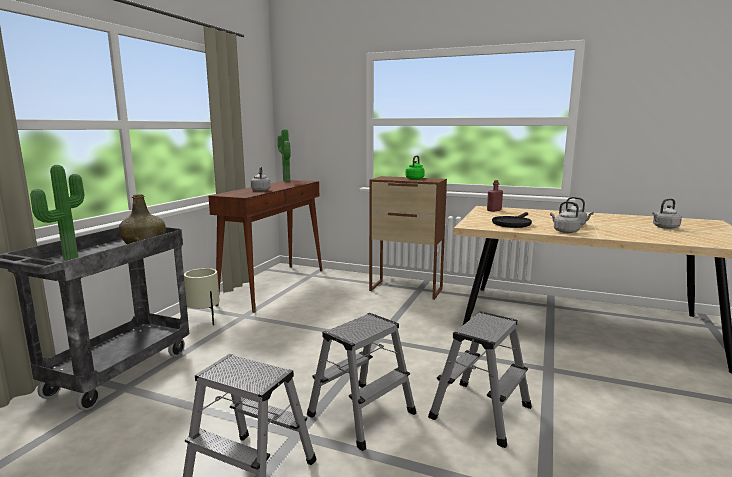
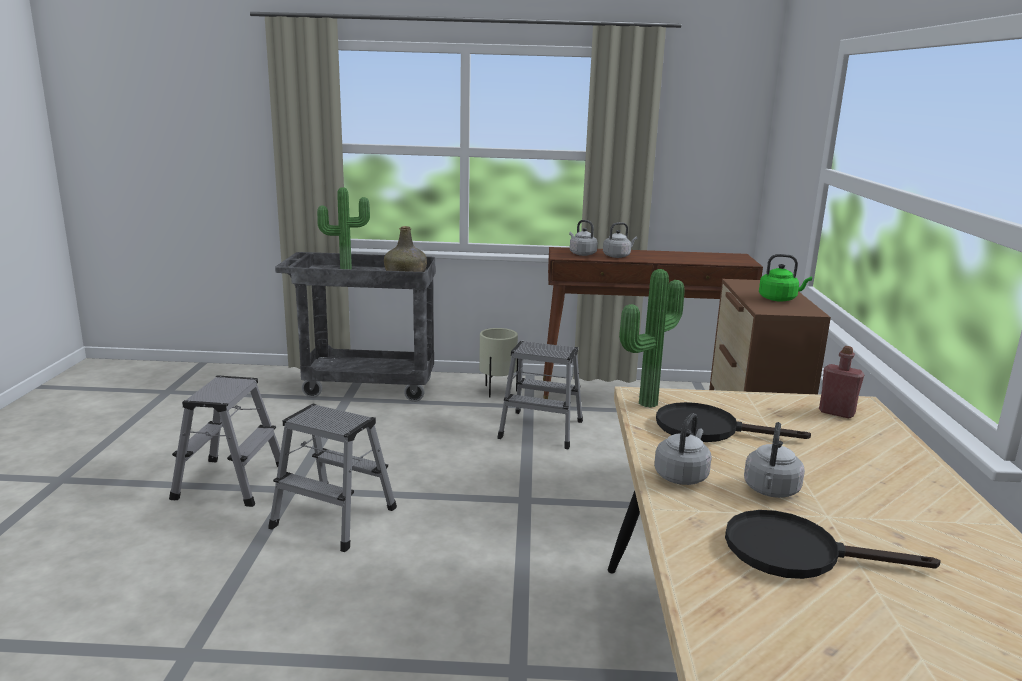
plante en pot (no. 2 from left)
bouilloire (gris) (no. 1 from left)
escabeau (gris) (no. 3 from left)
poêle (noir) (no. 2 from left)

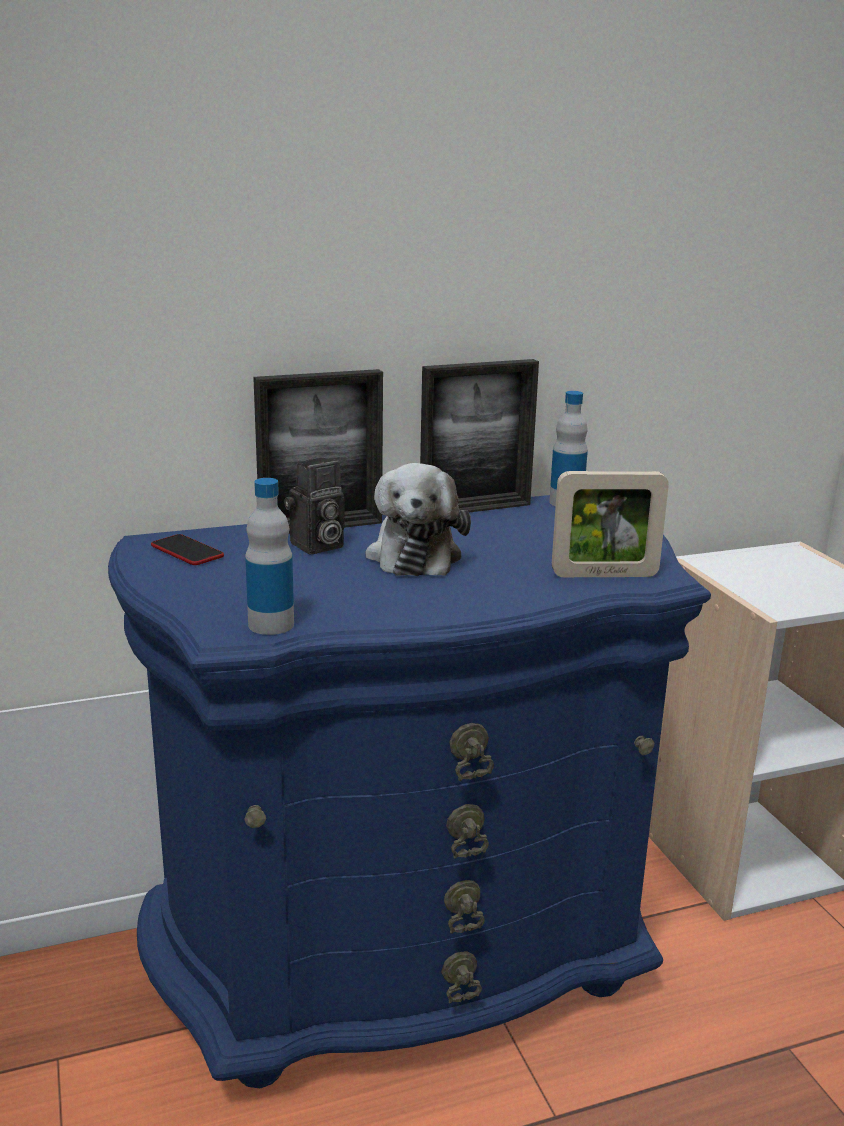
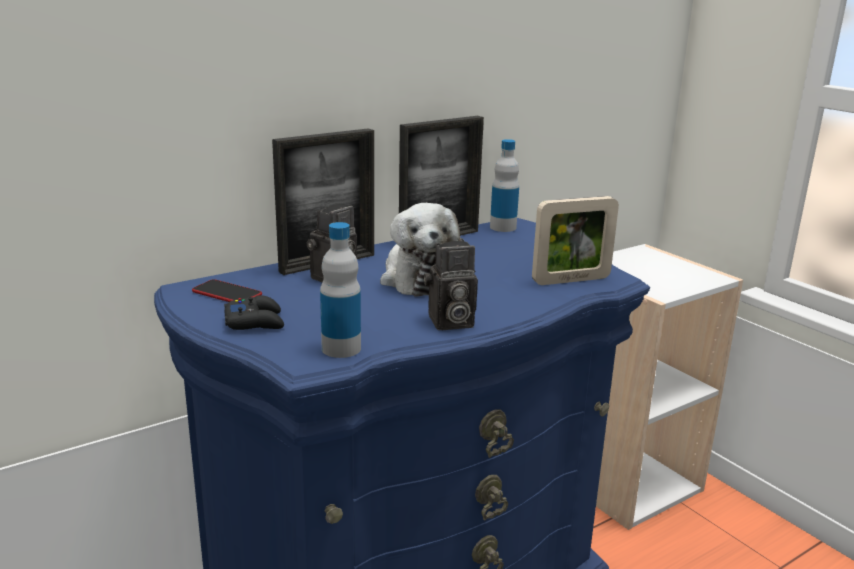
appareil photo (no. 2 from left)
manette (noir)

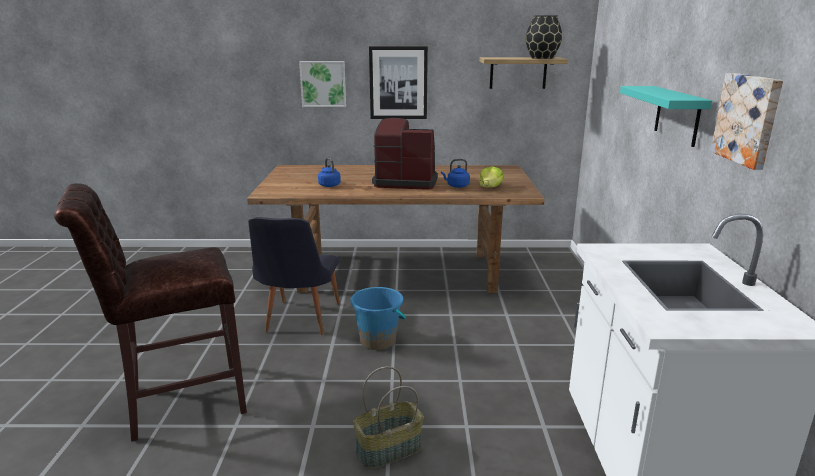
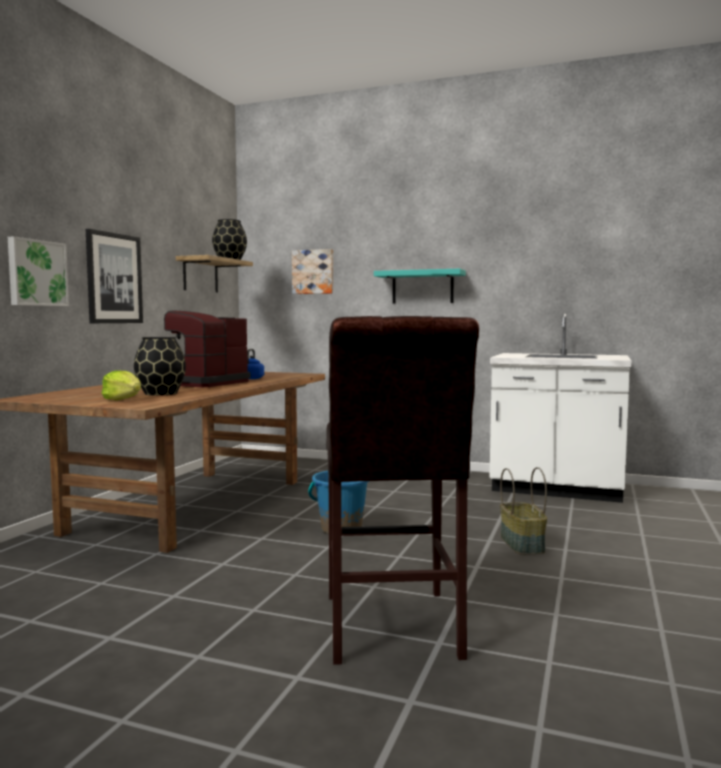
tableau (no. 3 from left)
vase (noir) (no. 1 from left)
laitue
chaise (noir)

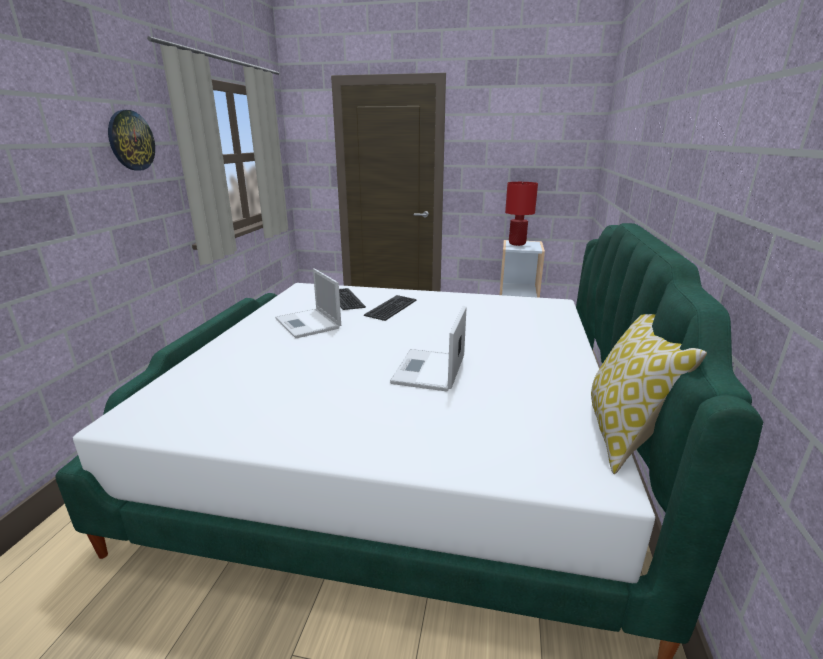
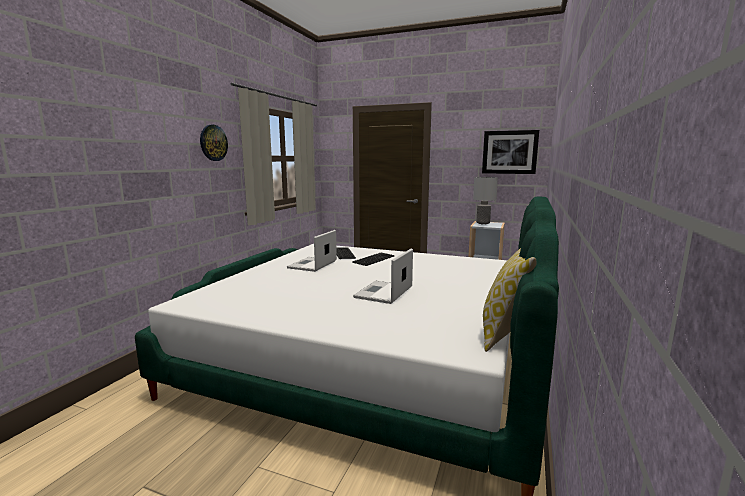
lampe de table (gris)
ordinateur portable (no. 1 from left)
tableau

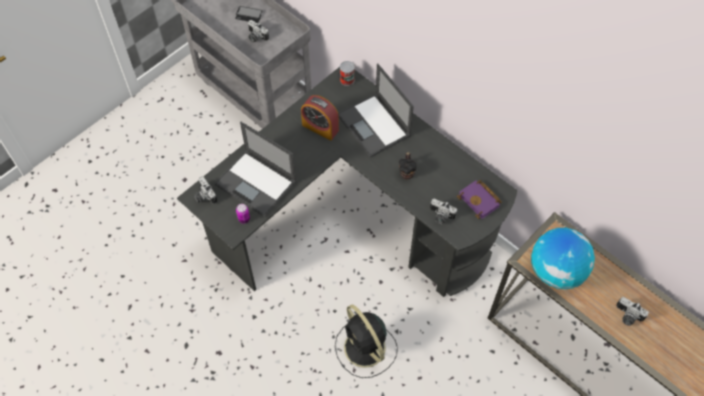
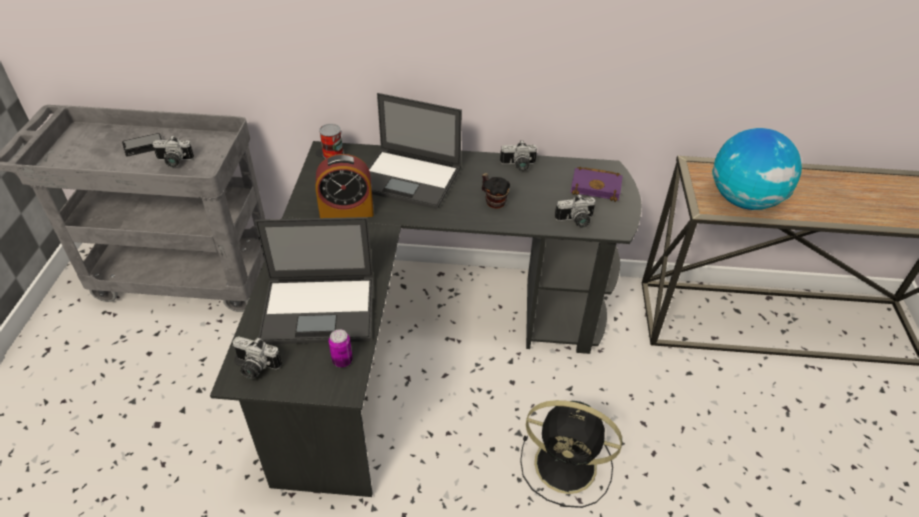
appareil photo (no. 3 from left)

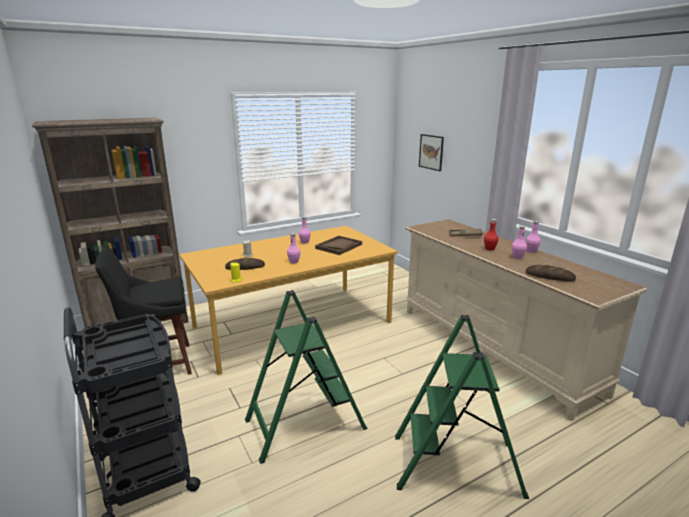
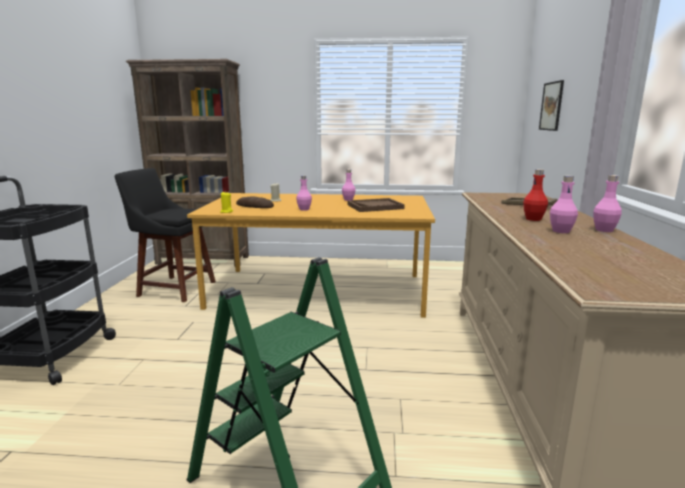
pain (no. 2 from left in the first image)
escabeau (vert) (no. 1 from left in the first image)

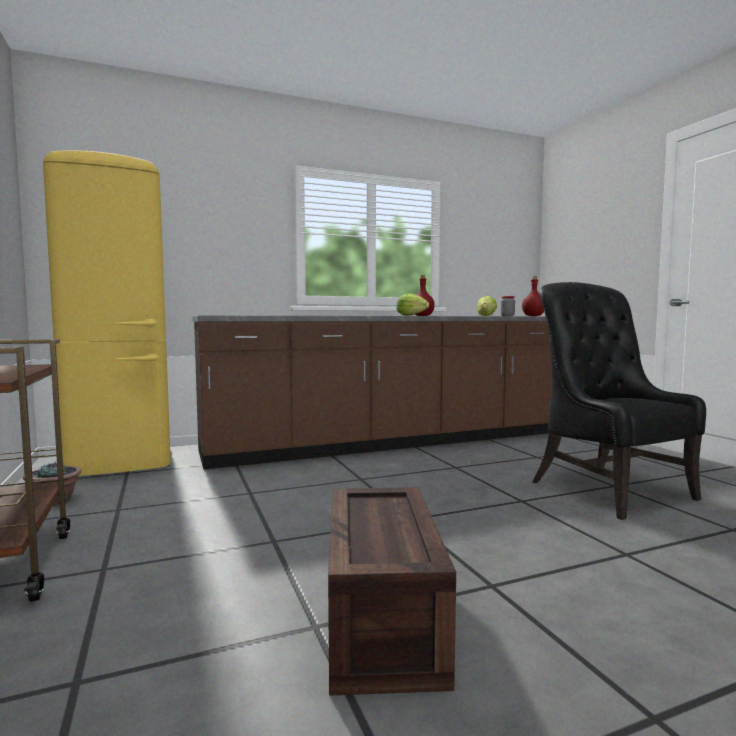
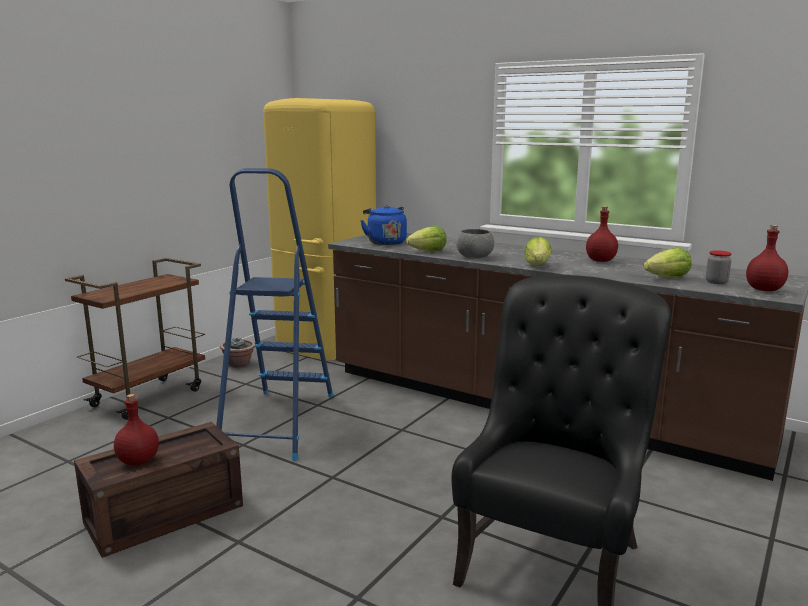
escabeau (bleu)
bouilloire (bleu)
laitue (no. 1 from left)
bol (gris)
bouteille (rouge) (no. 1 from left)

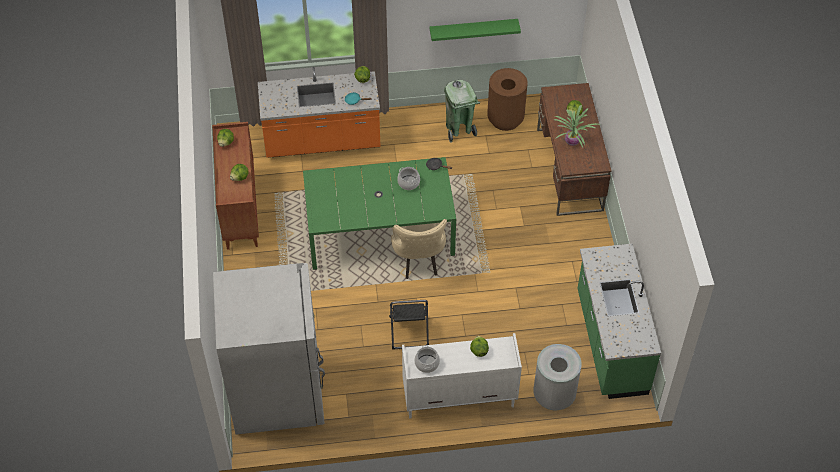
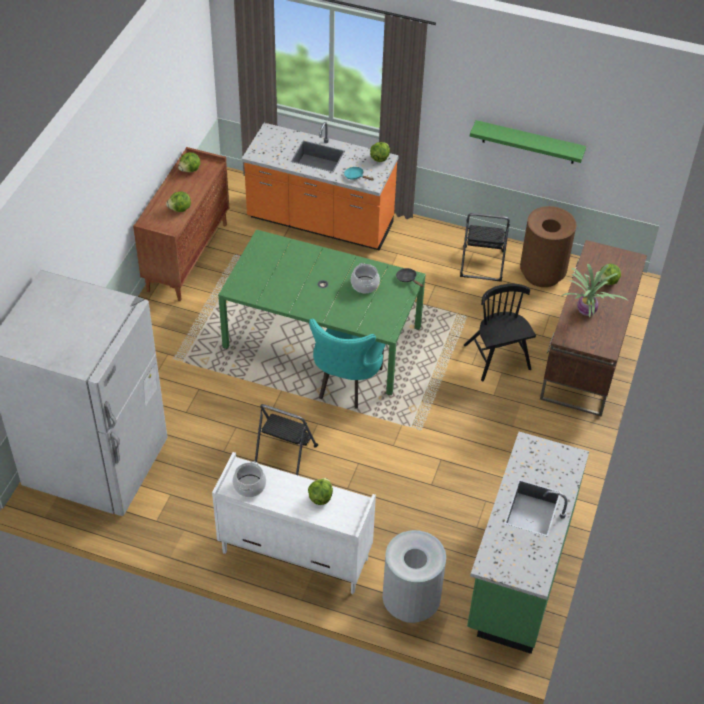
escabeau (noir) (no. 2 from left)
chaise (turquoise)
chaise (noir)

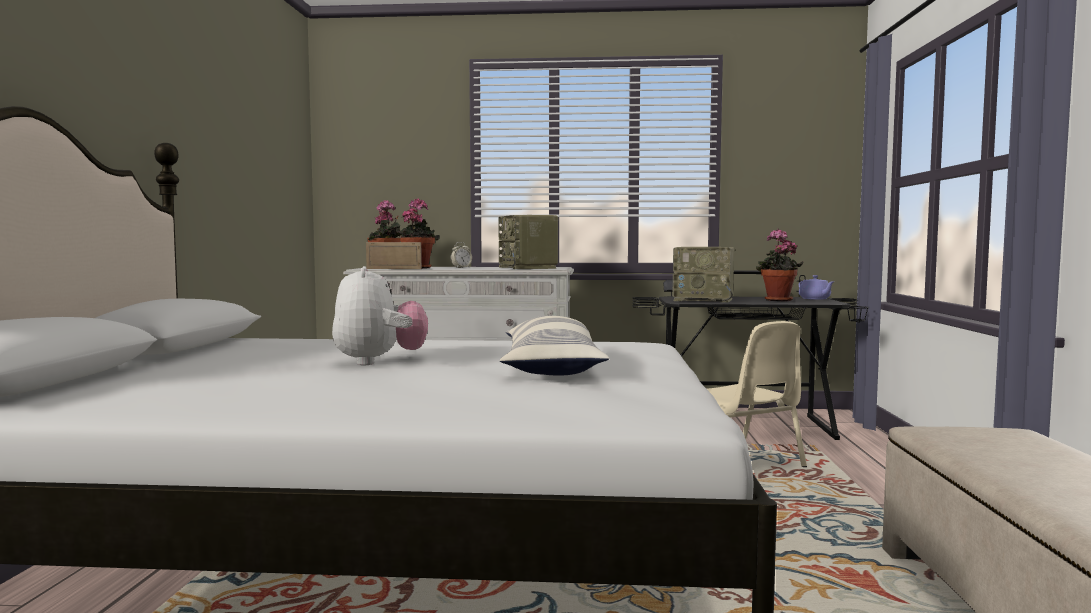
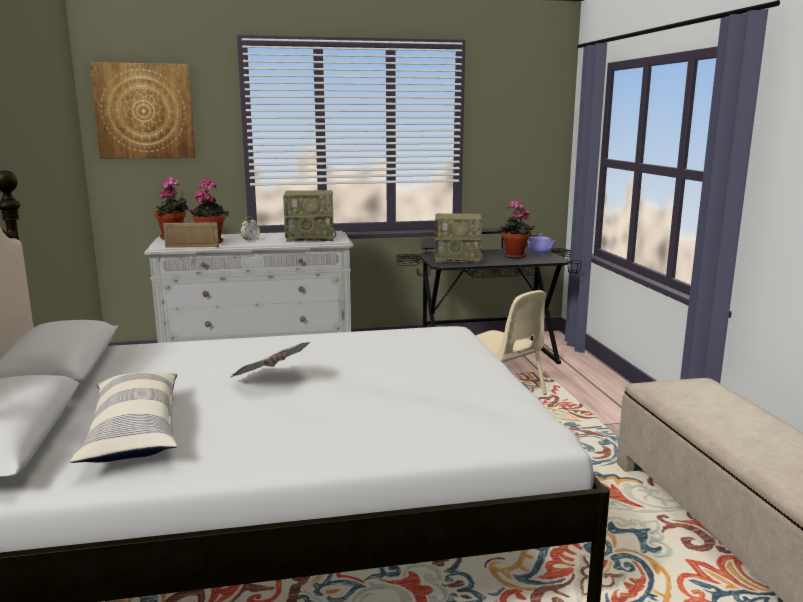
radio (no. 1 from left)
journal
coussin
tableau

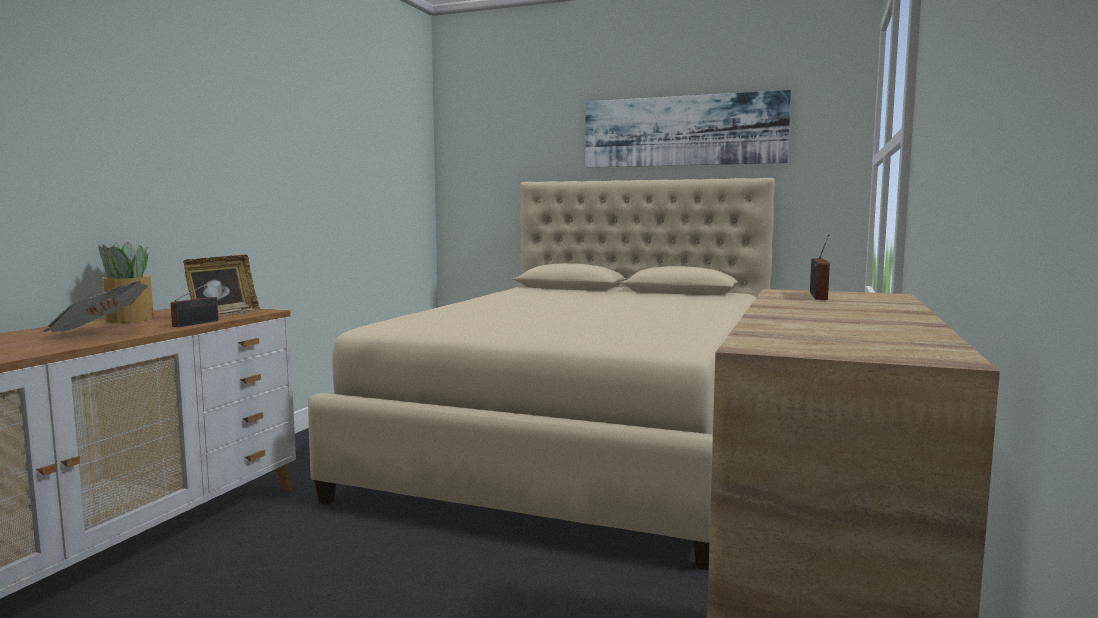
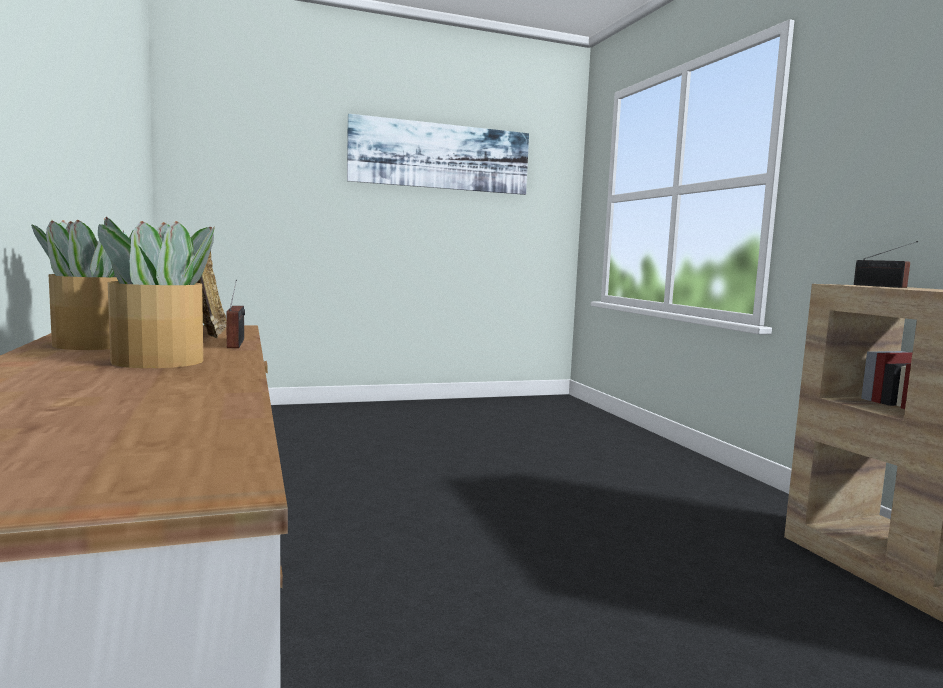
lit (beige)
plante en pot (no. 2 from left)

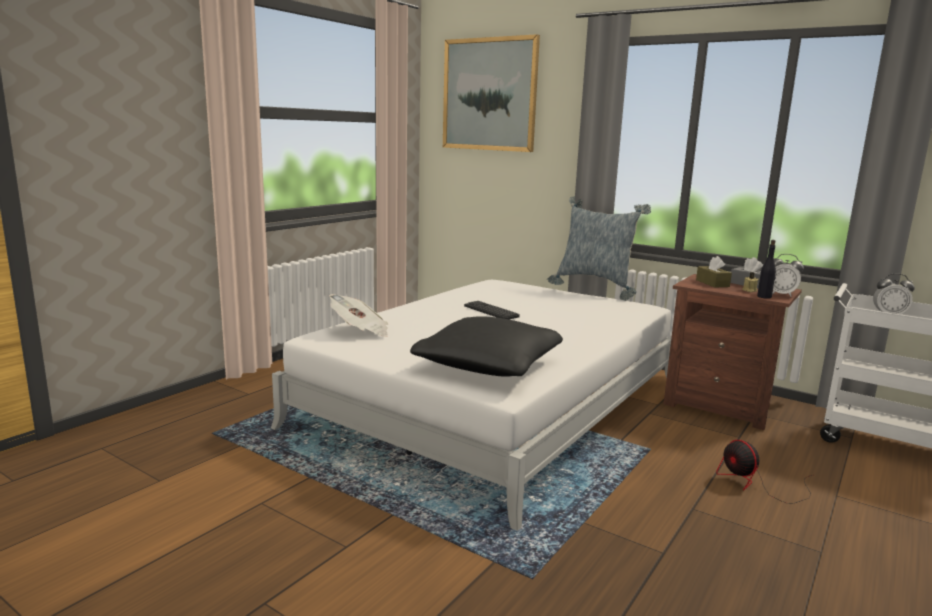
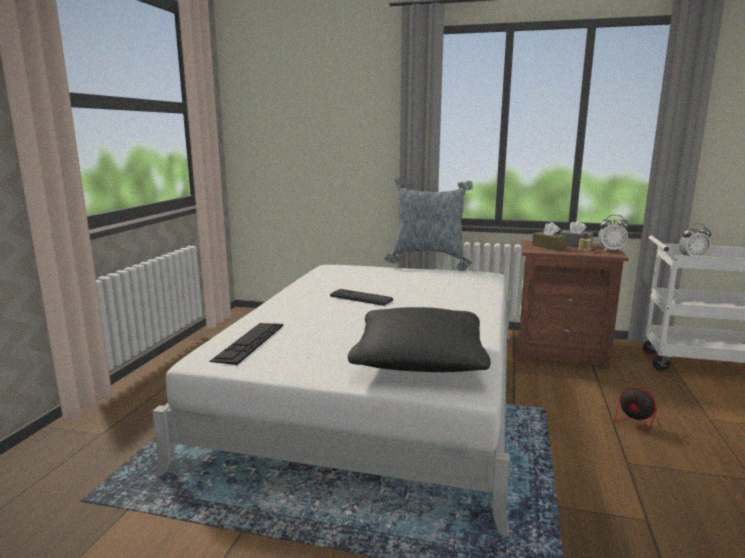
tableau
bouteille (noir)
clavier (no. 1 from left)

